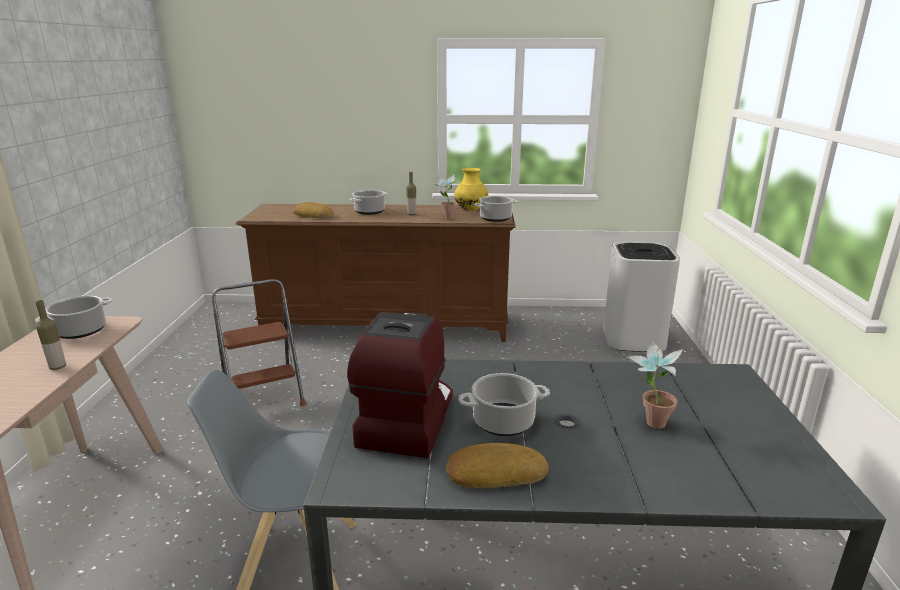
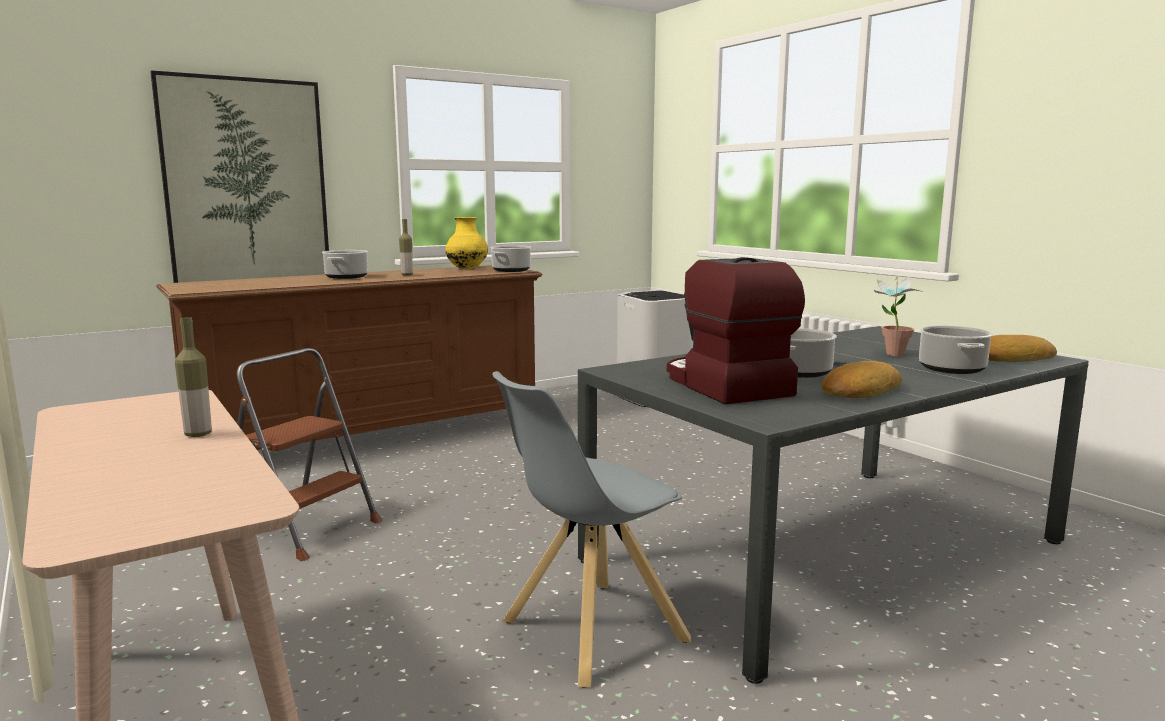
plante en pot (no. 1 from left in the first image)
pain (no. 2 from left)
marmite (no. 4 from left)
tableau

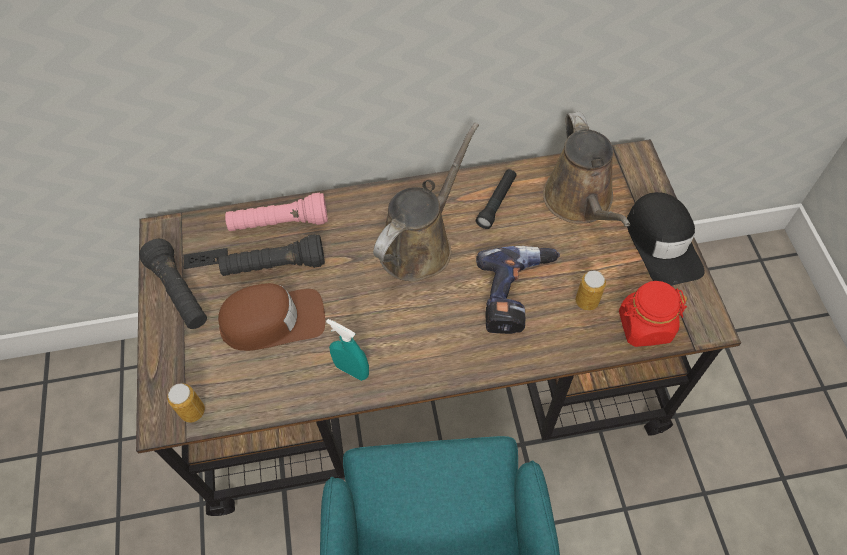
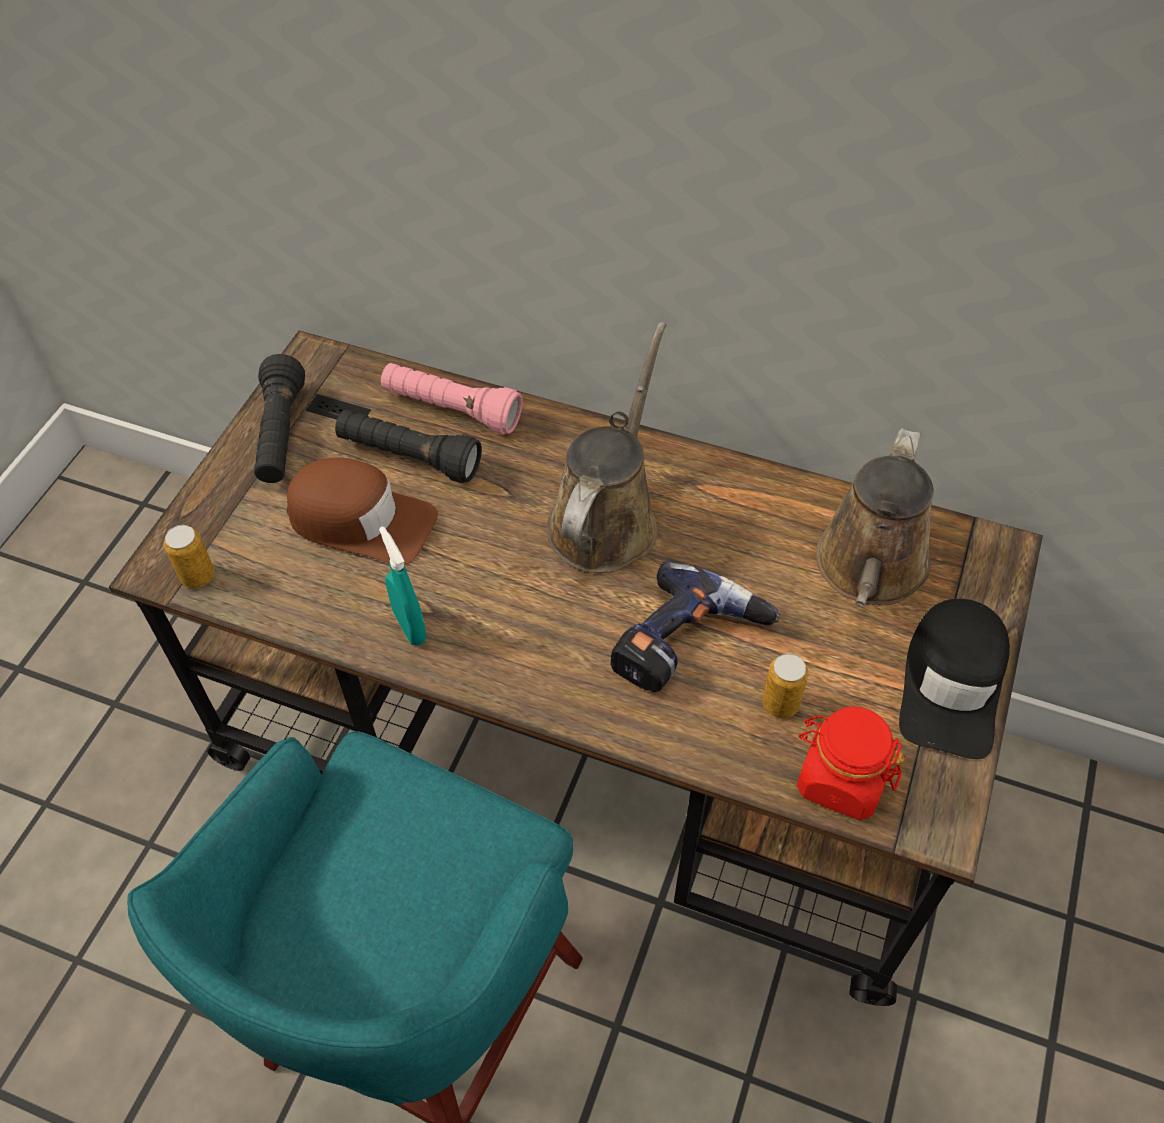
arrosoir (marron) (no. 1 from left)
lampe de poche (noir) (no. 3 from left in the first image)

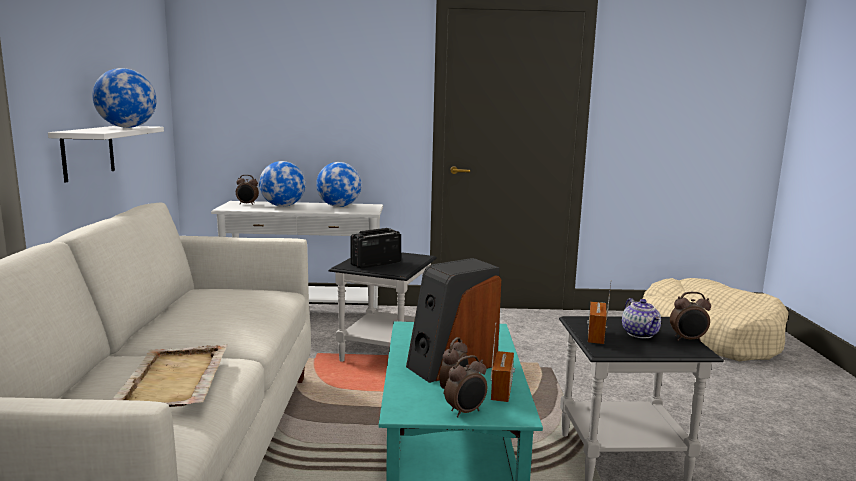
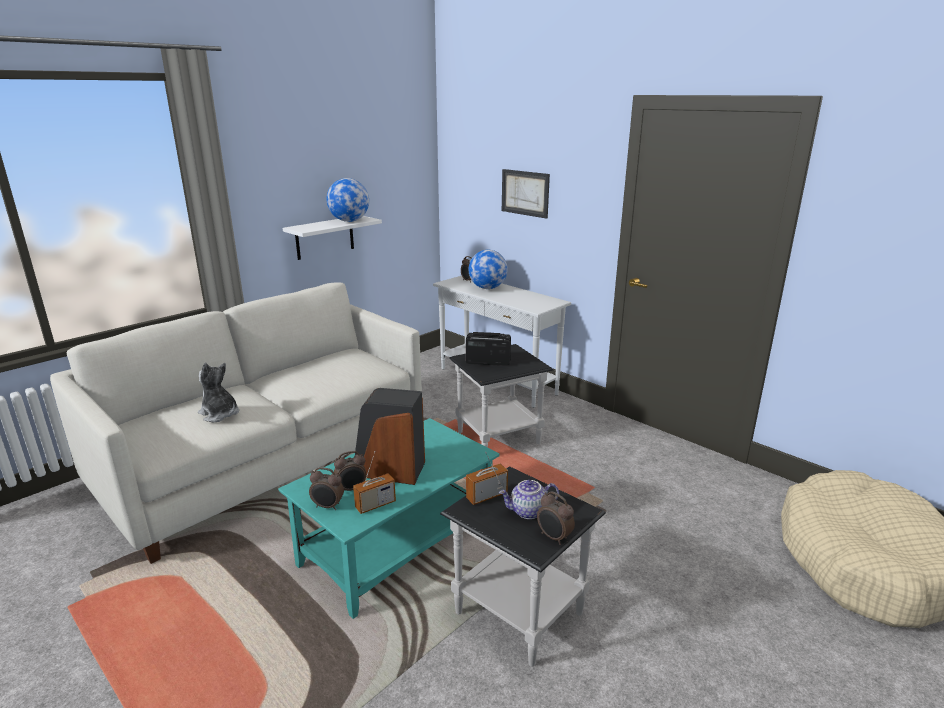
globe (no. 3 from left in the first image)
théière
peluche
tableau

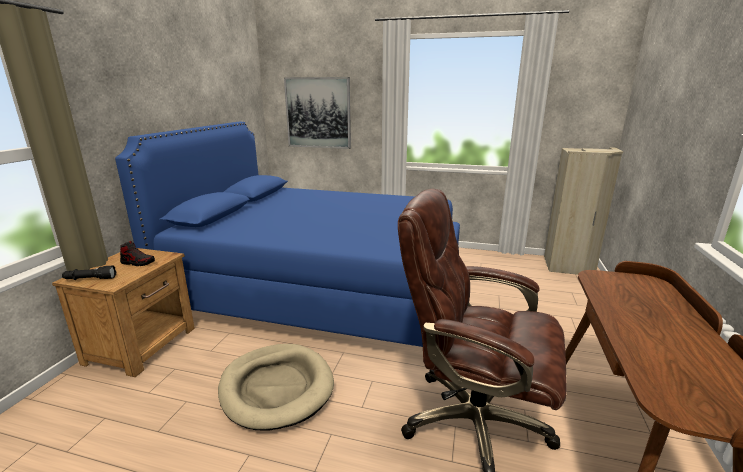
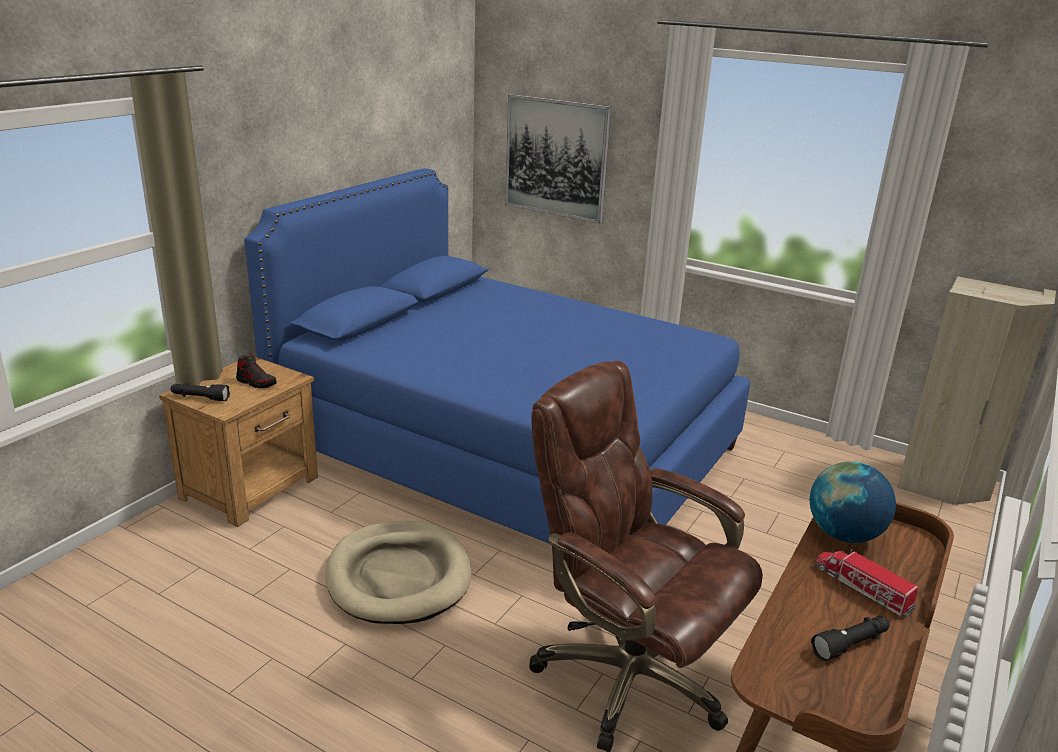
globe
camion jouet
lampe de poche (noir) (no. 2 from left)

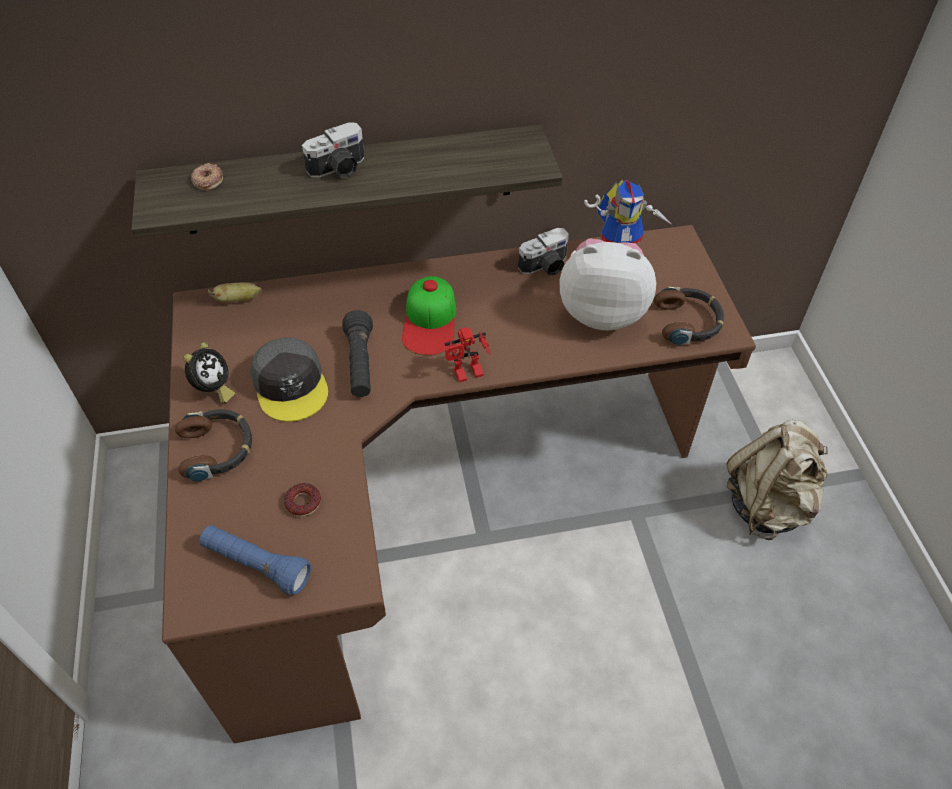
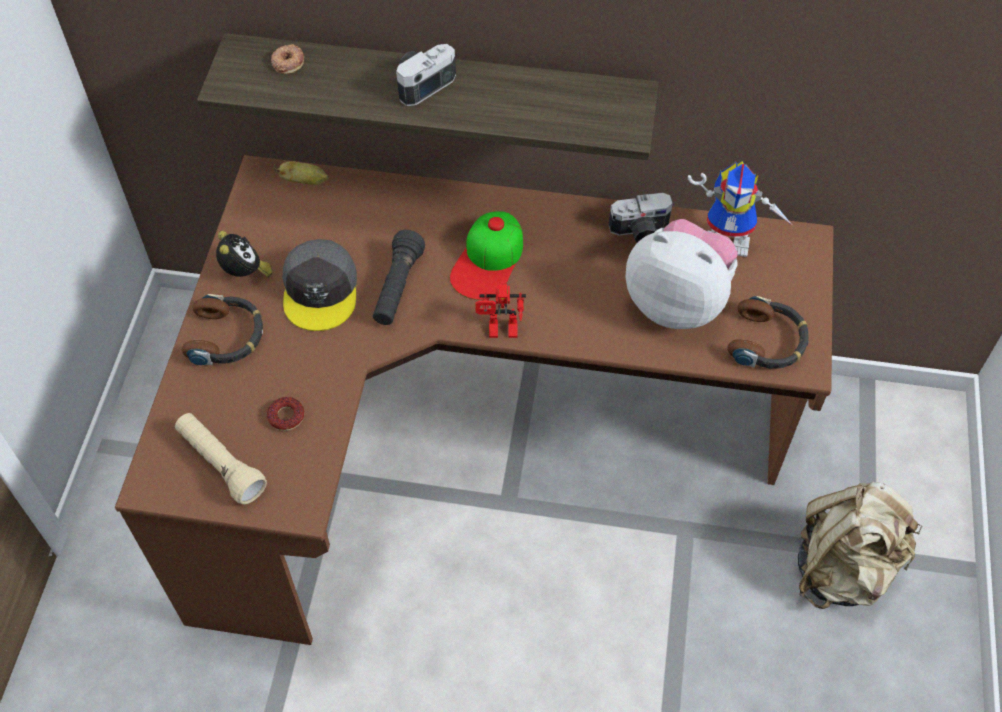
appareil photo (no. 1 from left)
réveil
lampe de poche (beige)

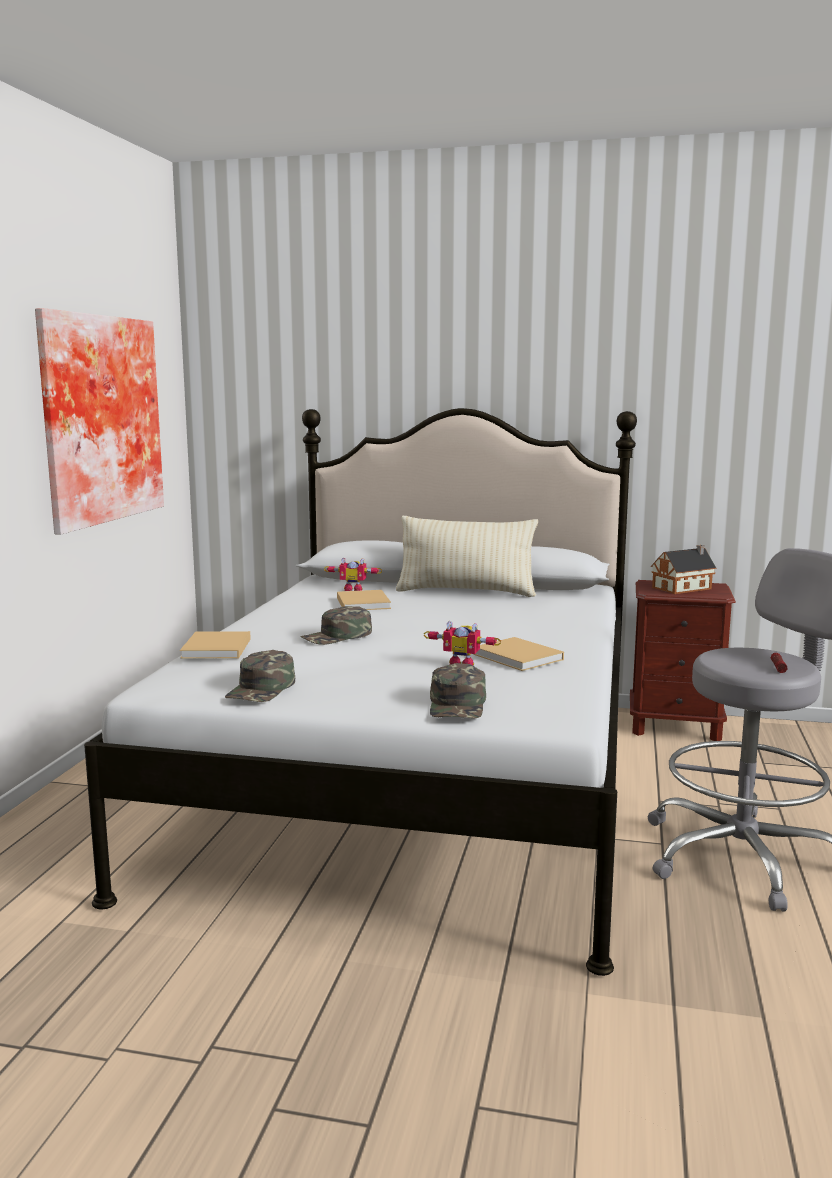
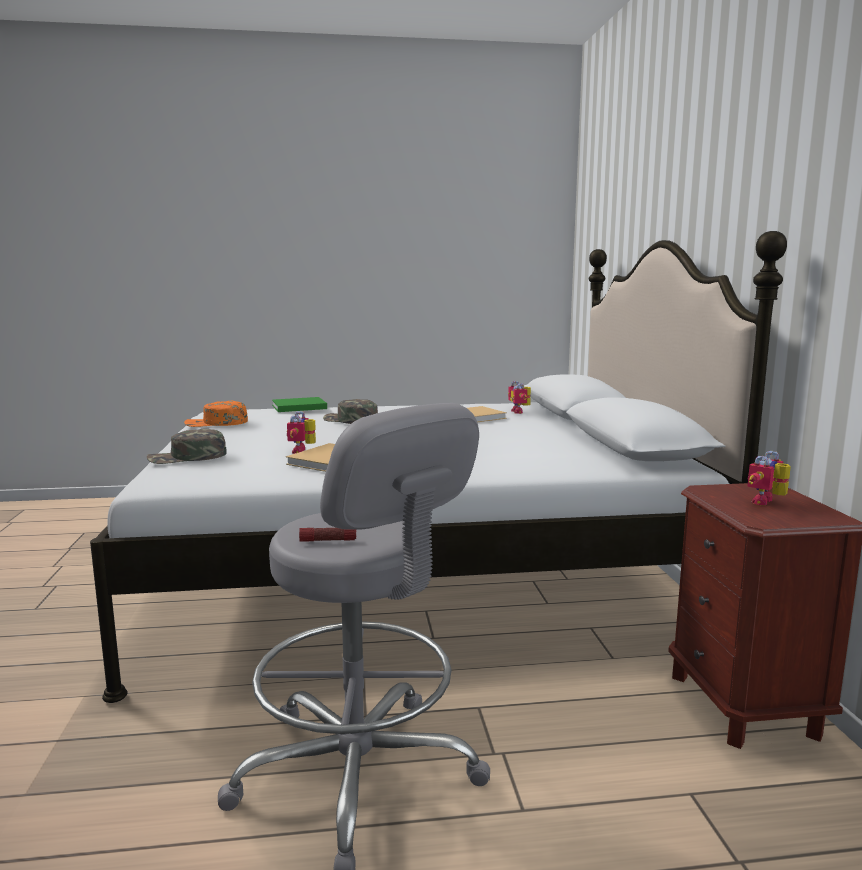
tableau
coussin (beige)
robot jouet (no. 3 from left)
livre (vert)
casquette (orange)

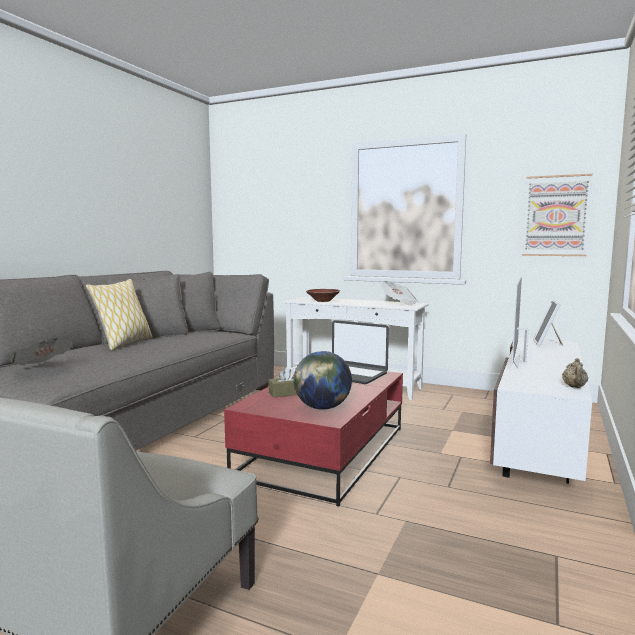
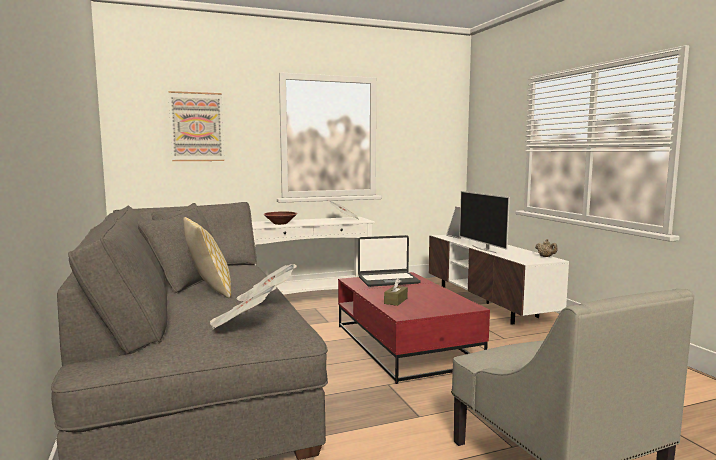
tableau
globe
journal (no. 2 from left)

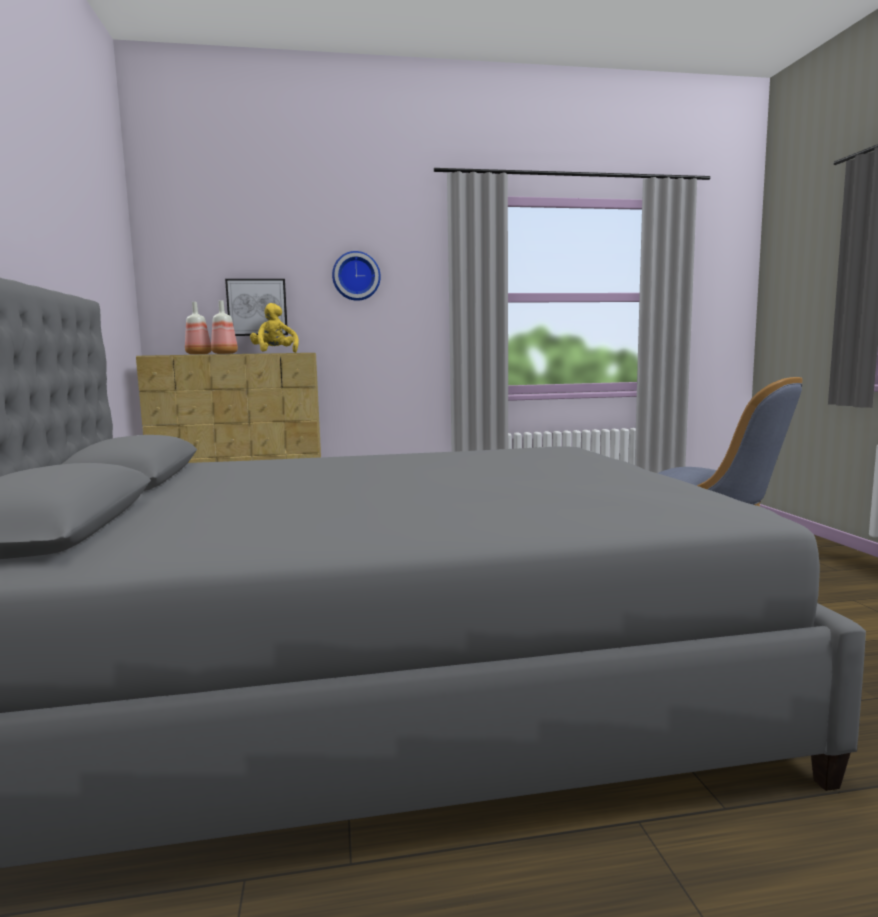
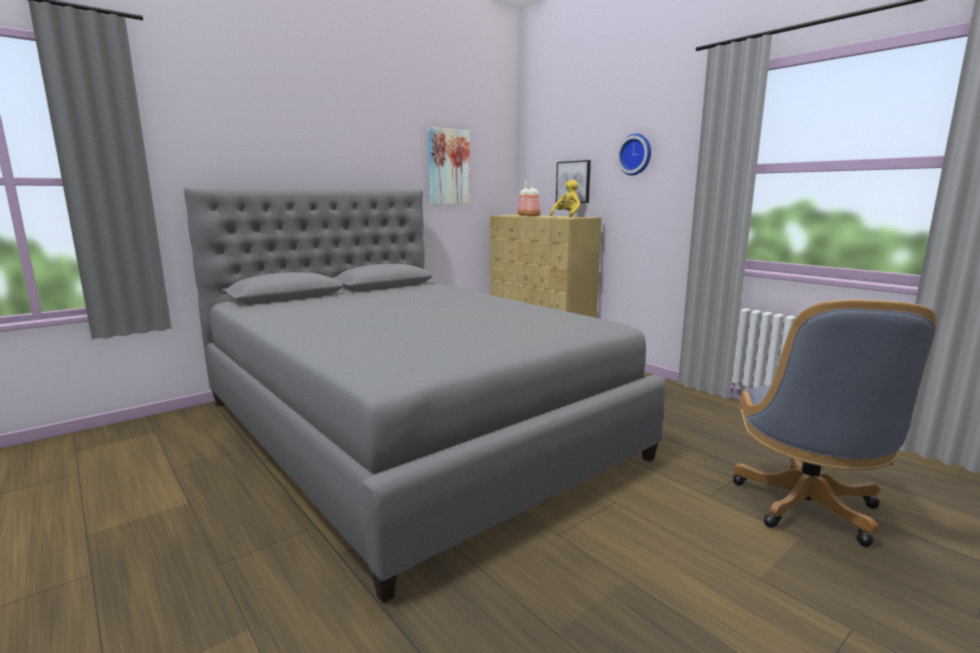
tableau (no. 1 from left)

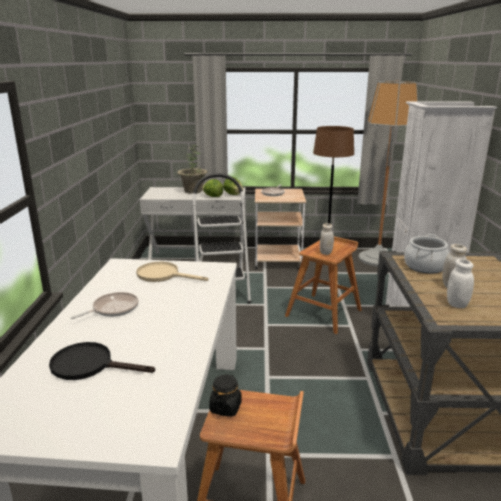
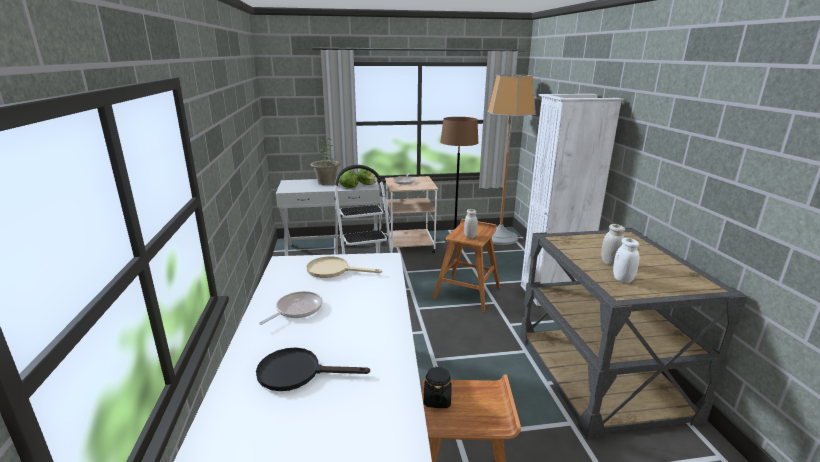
marmite

